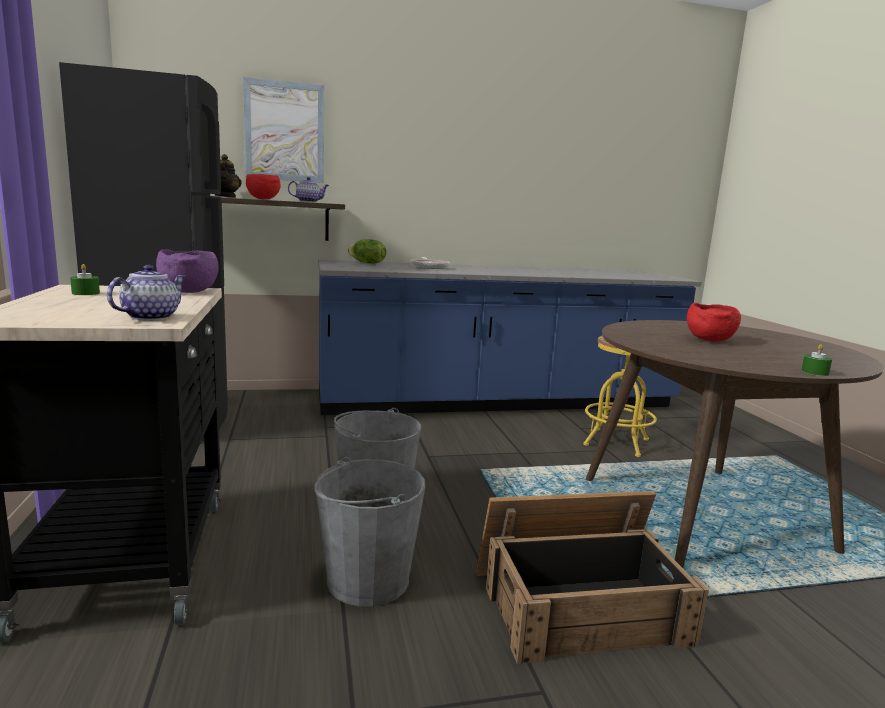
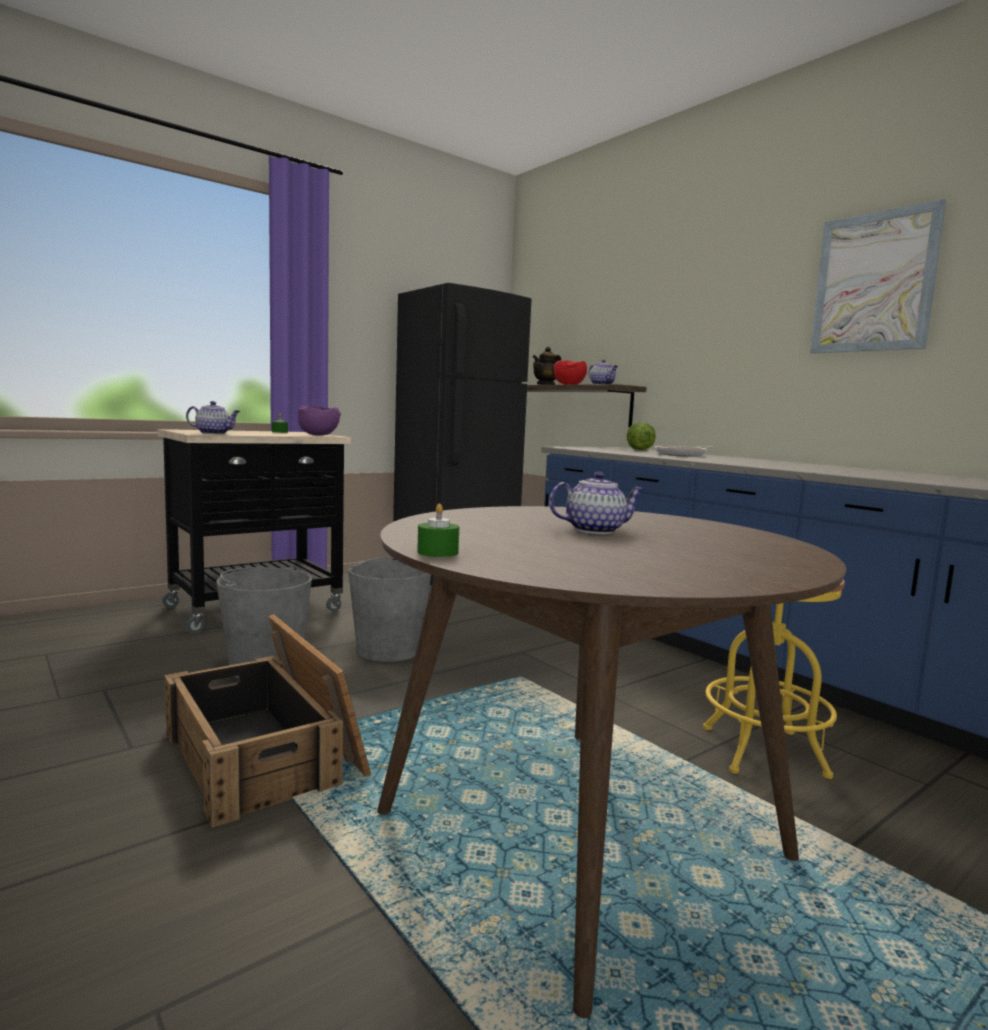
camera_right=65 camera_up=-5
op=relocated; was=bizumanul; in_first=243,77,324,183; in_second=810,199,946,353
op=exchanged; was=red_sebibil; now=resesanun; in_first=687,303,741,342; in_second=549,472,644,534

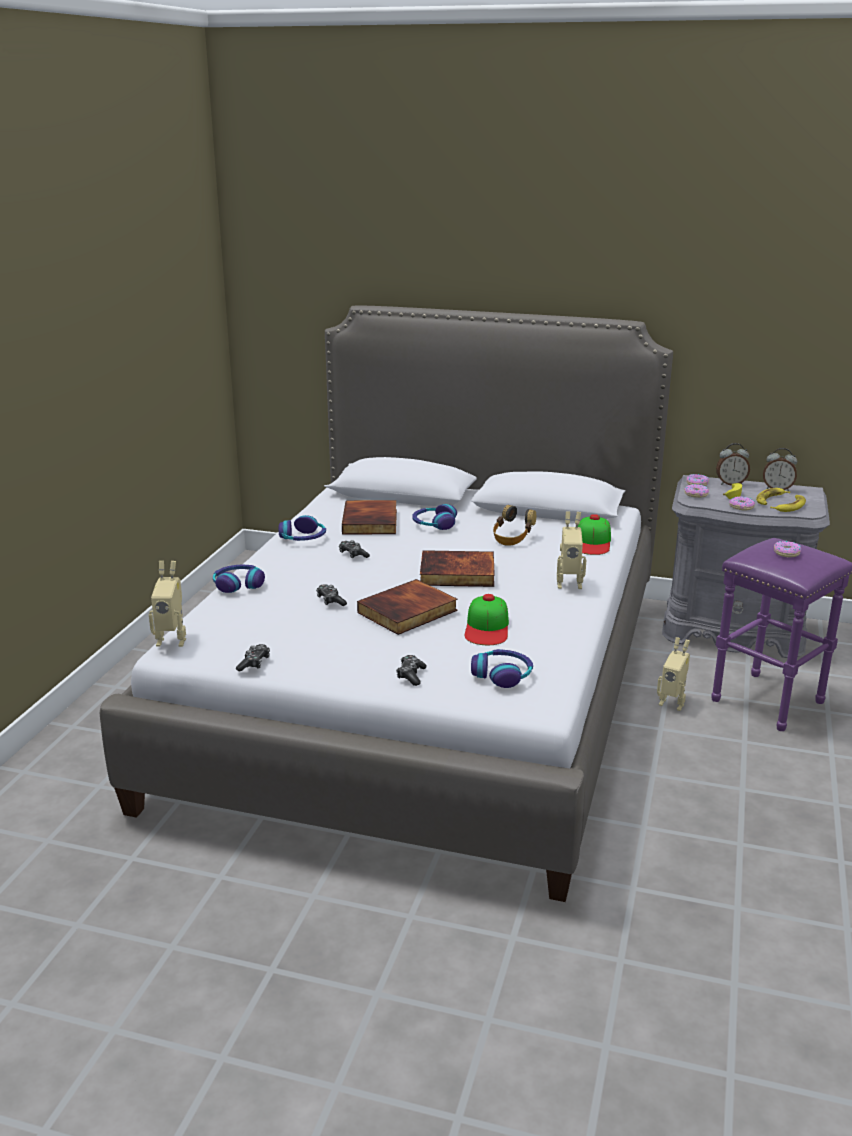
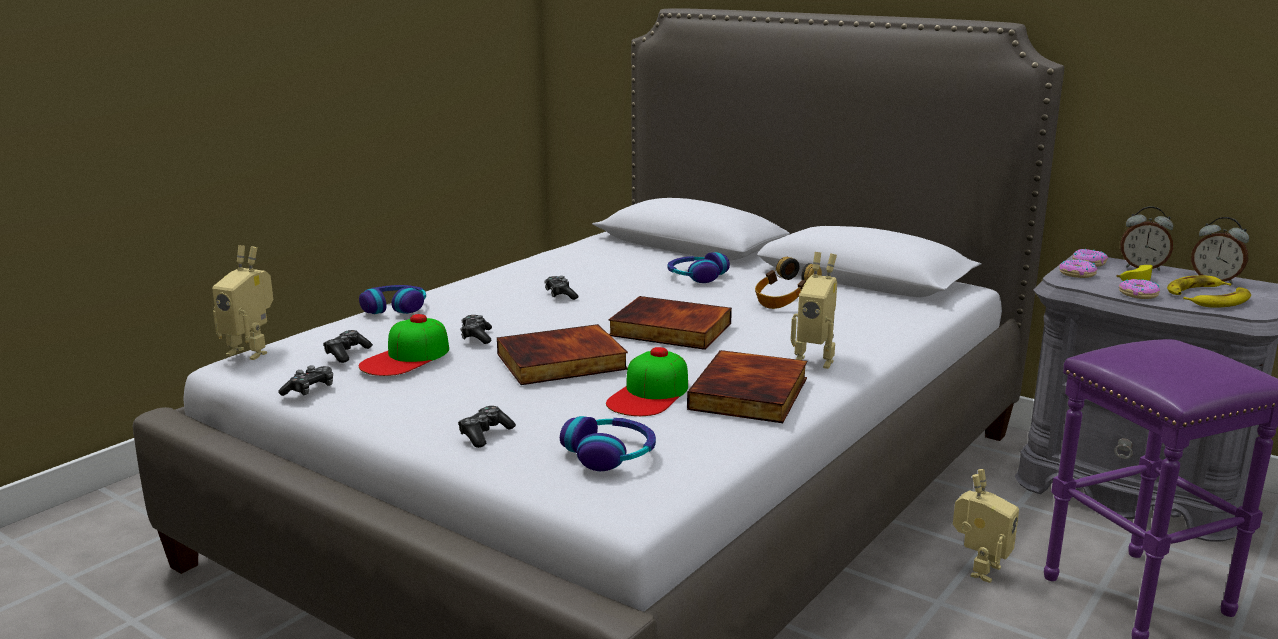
camera_right=20 camera_up=-5
op=missing; was=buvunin; in_first=278,515,326,541
op=missing; was=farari; in_first=774,541,801,557
op=appeared; now=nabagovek; in_second=323,330,373,363
op=relocated; was=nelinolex; in_first=342,500,397,534; in_second=687,350,807,423
op=relocated; was=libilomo; in_first=578,514,611,555; in_second=359,314,449,376
op=spun; was=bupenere; in_first=657,637,690,711; in_second=953,469,1019,583; clockwise=-105

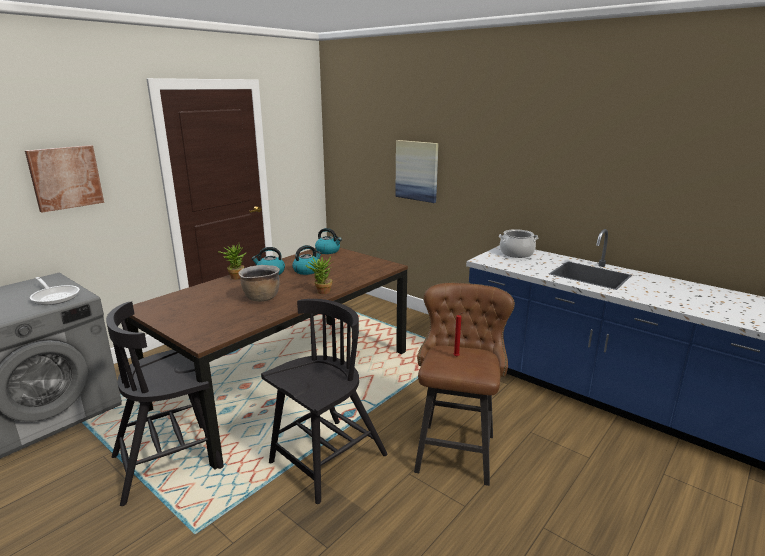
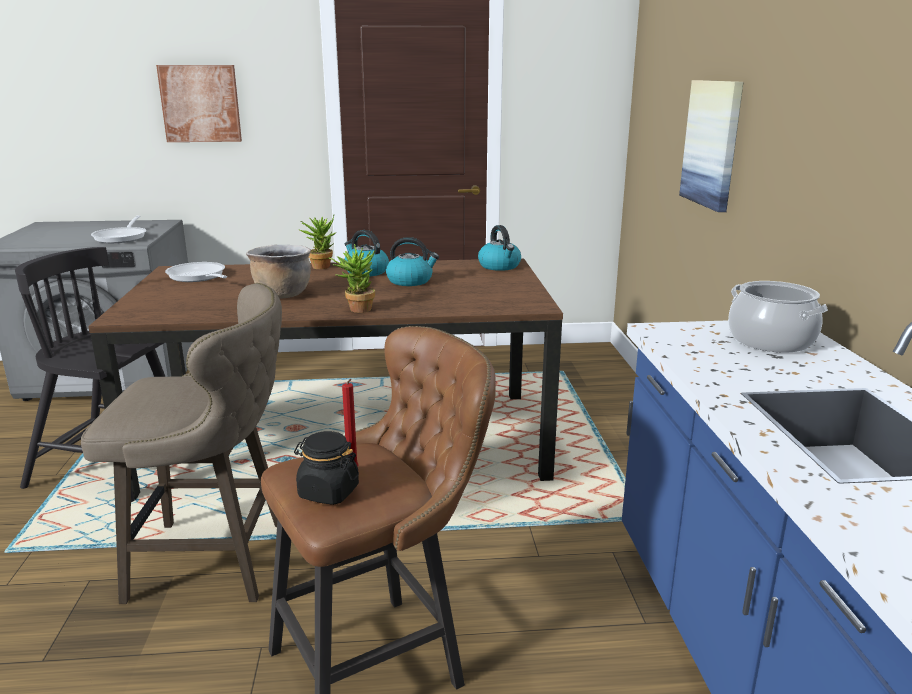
camera_right=45 camera_up=0
op=appeared; now=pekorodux; in_second=165,262,227,282
op=appeared; now=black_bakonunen; in_second=294,431,359,505
op=exchanged; was=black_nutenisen; now=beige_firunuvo; in_first=261,299,388,504; in_second=81,283,282,604

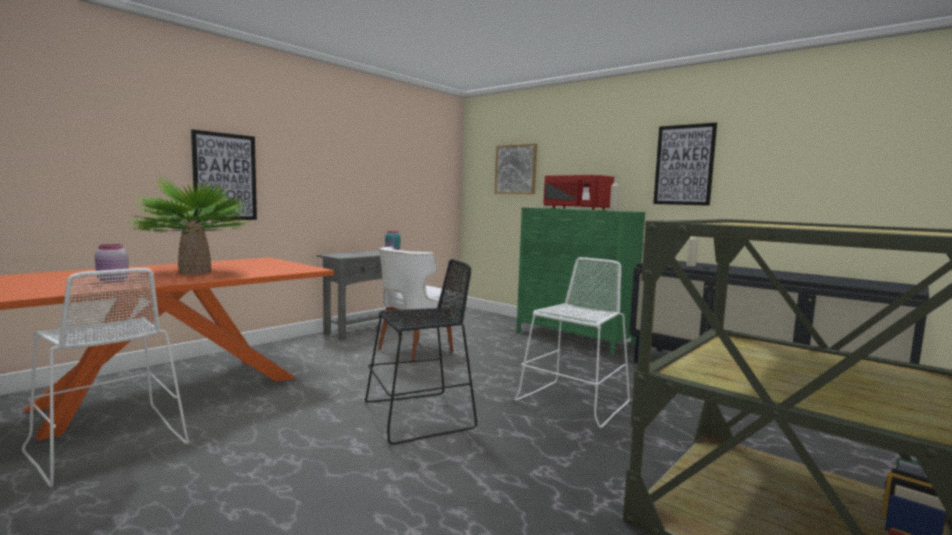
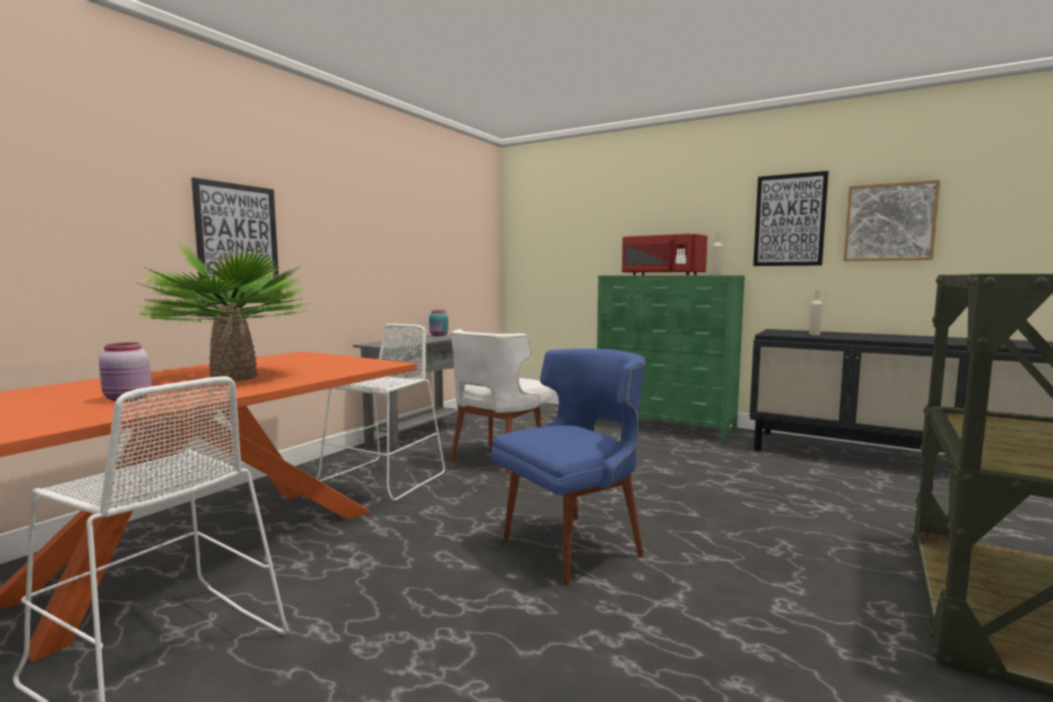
camera_right=-10 camera_up=0
op=relocated; was=bizumanul; in_first=495,144,537,194; in_second=844,180,940,261
op=relocated; was=white_firunuvo; in_first=514,257,630,428; in_second=316,324,445,501
op=exchanged; was=black_firunuvo; now=blue_nutenisen; in_first=365,259,477,445; in_second=491,349,646,585

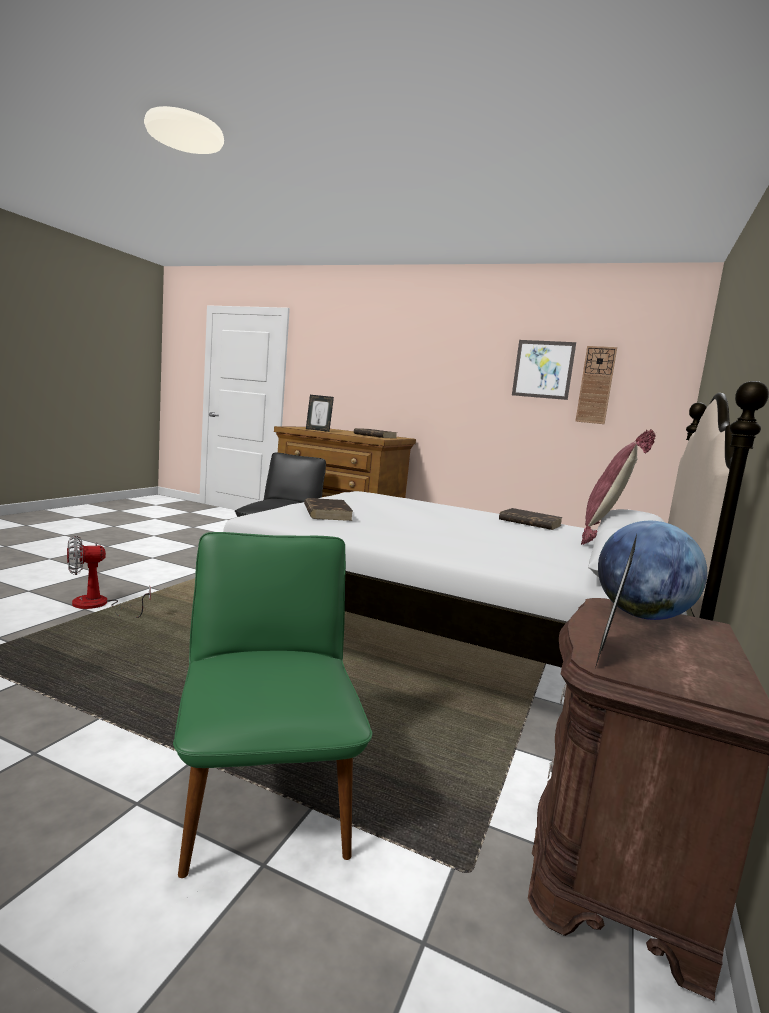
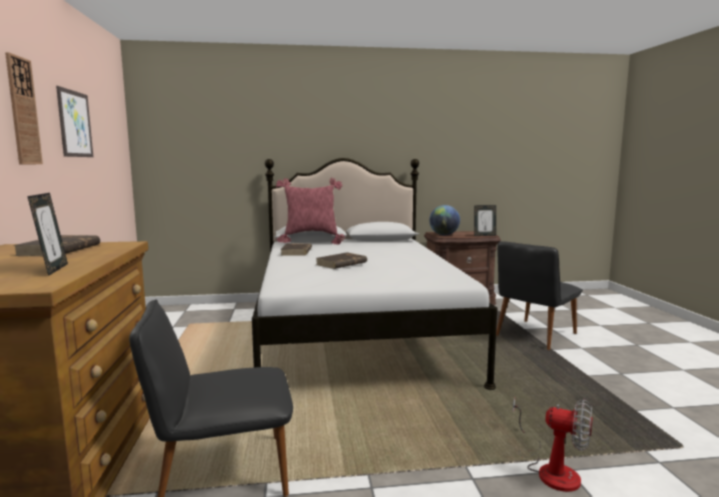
camera_right=-120 camera_up=0
op=relocated; was=brown_nelinolex; in_first=304,498,353,521; in_second=316,253,367,269
op=relocated; was=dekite; in_first=575,346,617,424; in_second=5,52,43,164
op=colour; was=green_nutenisen; now=black_nutenisen; in_first=173,532,372,878; in_second=496,241,583,350

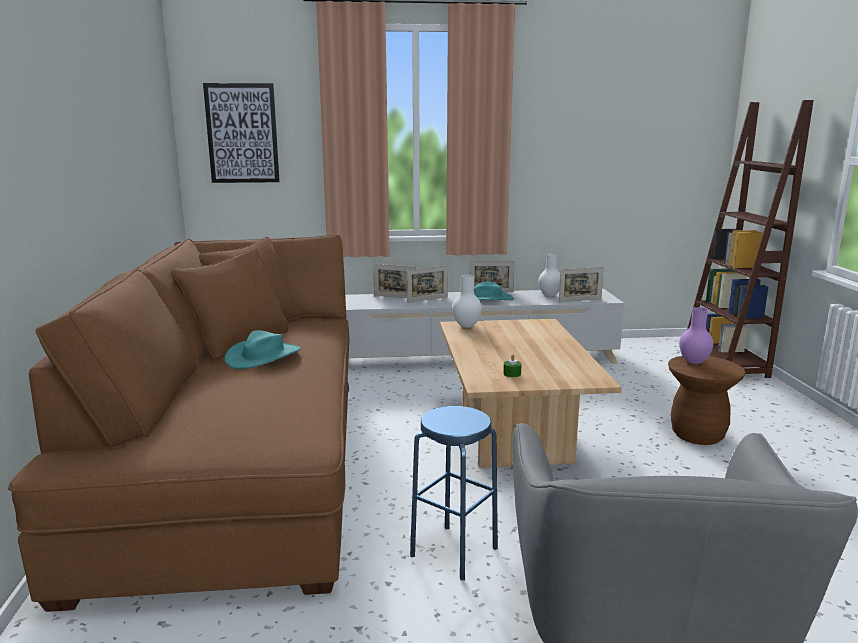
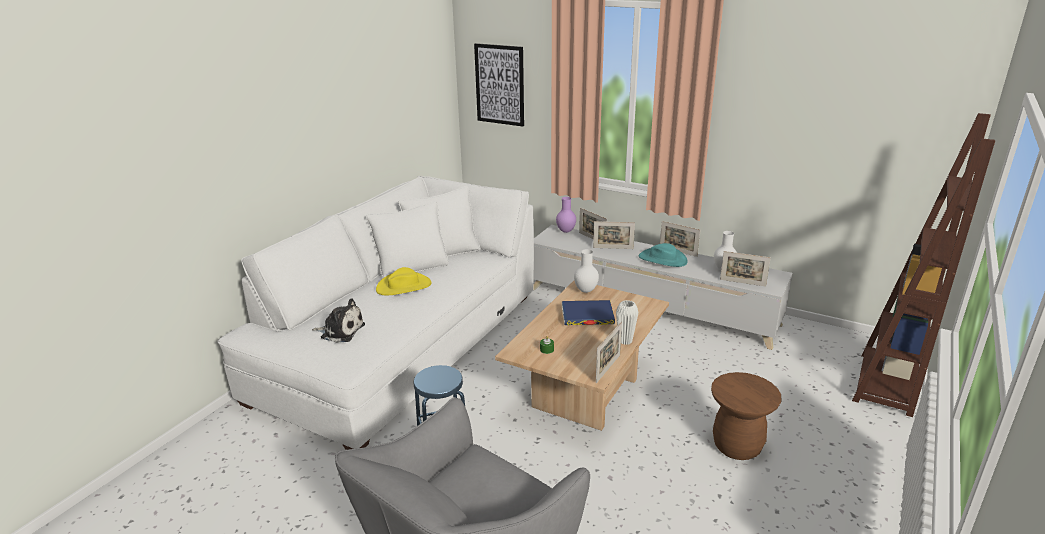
camera_right=35 camera_up=10
op=appeared; now=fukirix; in_second=312,298,365,343
op=appeared; now=blue_nelinolex; in_second=562,300,615,325
op=appeared; now=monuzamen; in_second=596,322,622,383
op=appeared; now=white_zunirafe; in_second=616,300,639,345
op=relocated; was=purple_zunirafe; in_first=679,307,713,364; in_second=556,197,576,233
op=colour; was=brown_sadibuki; now=white_sadibuki; in_first=8,235,349,612; in_second=217,176,534,450
op=colour; was=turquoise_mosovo; now=yellow_mosovo; in_first=224,330,301,369; in_second=376,267,432,295

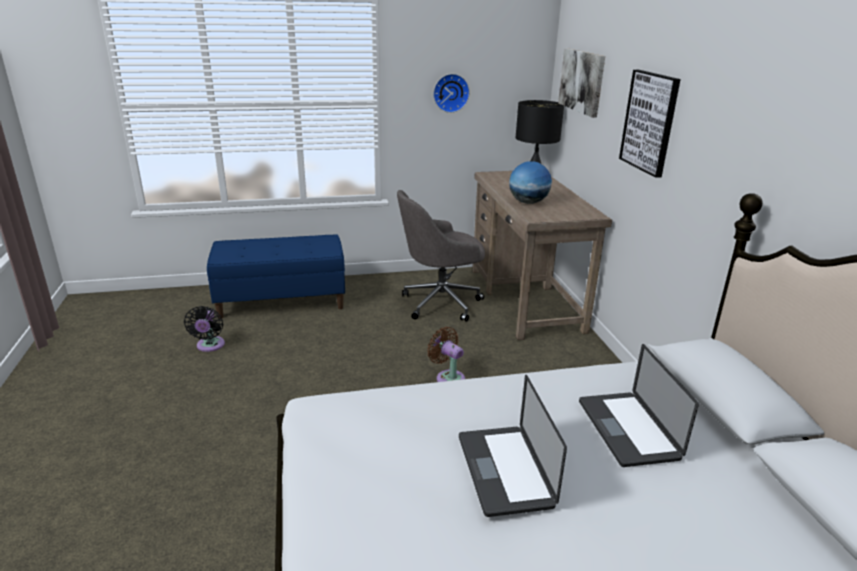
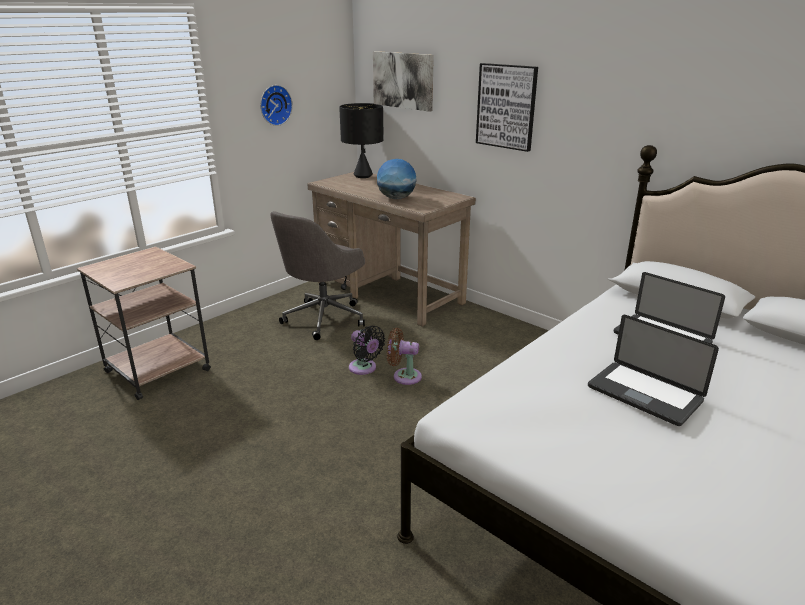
camera_right=-35 camera_up=0
op=relocated; was=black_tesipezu; in_first=184,306,225,352; in_second=349,326,385,375
op=exchanged; was=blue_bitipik; now=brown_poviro; in_first=207,235,345,319; in_second=77,247,211,400

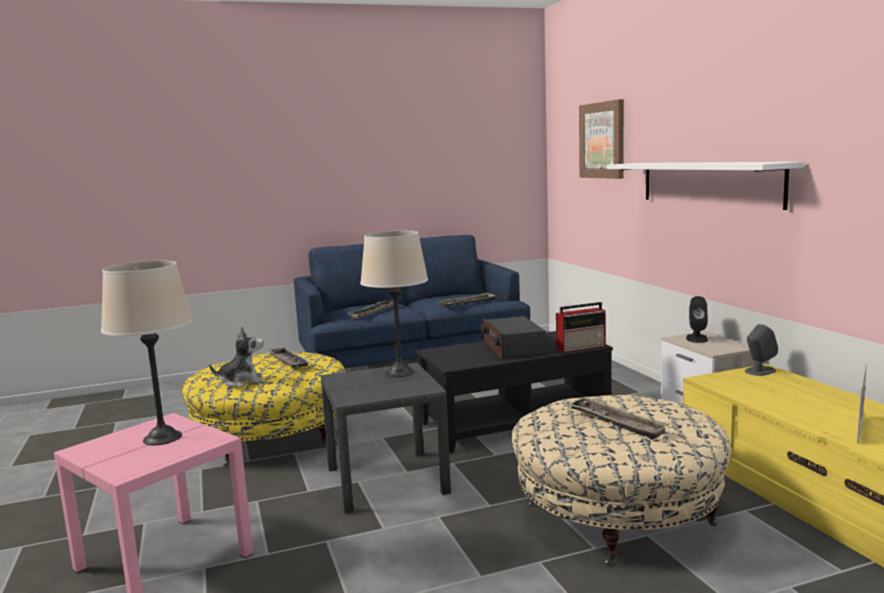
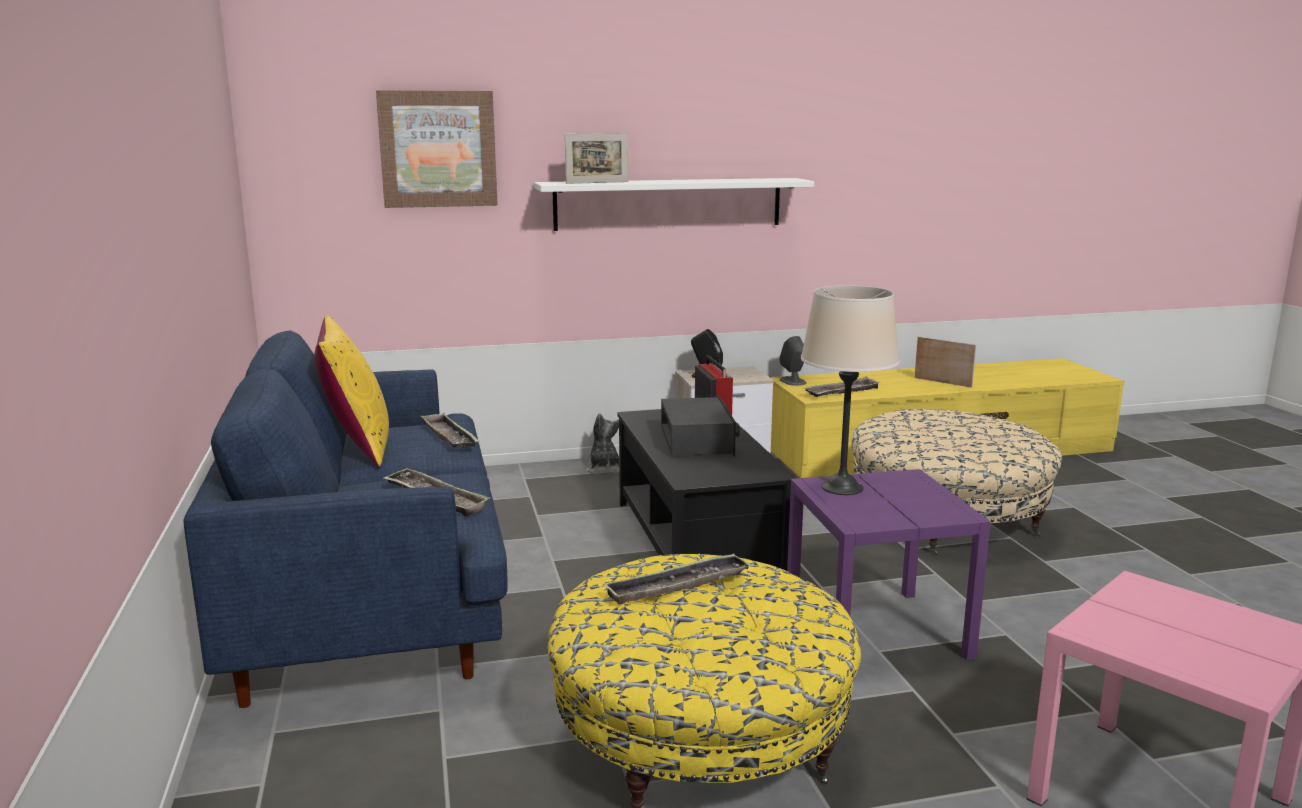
camera_right=-85 camera_up=5
op=missing; was=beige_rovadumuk; in_first=101,261,193,445
op=appeared; now=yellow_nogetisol; in_second=314,316,389,467
op=appeared; now=monuzamen; in_second=565,133,628,184
op=relocated; was=fukirix; in_first=209,326,264,387; in_second=586,413,619,475
op=relocated; was=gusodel; in_first=568,397,669,440; in_second=804,377,881,397
op=colour; was=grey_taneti; now=purple_taneti; in_first=321,363,451,514; in_second=787,469,991,661
op=spun; was=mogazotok; in_first=481,316,546,359; in_second=661,395,740,456; clockwise=-90

